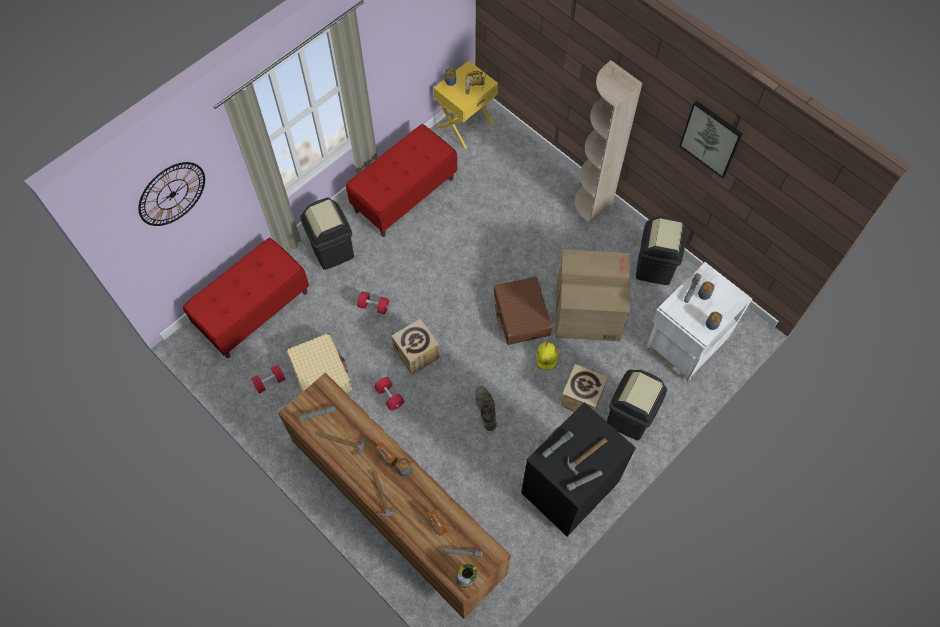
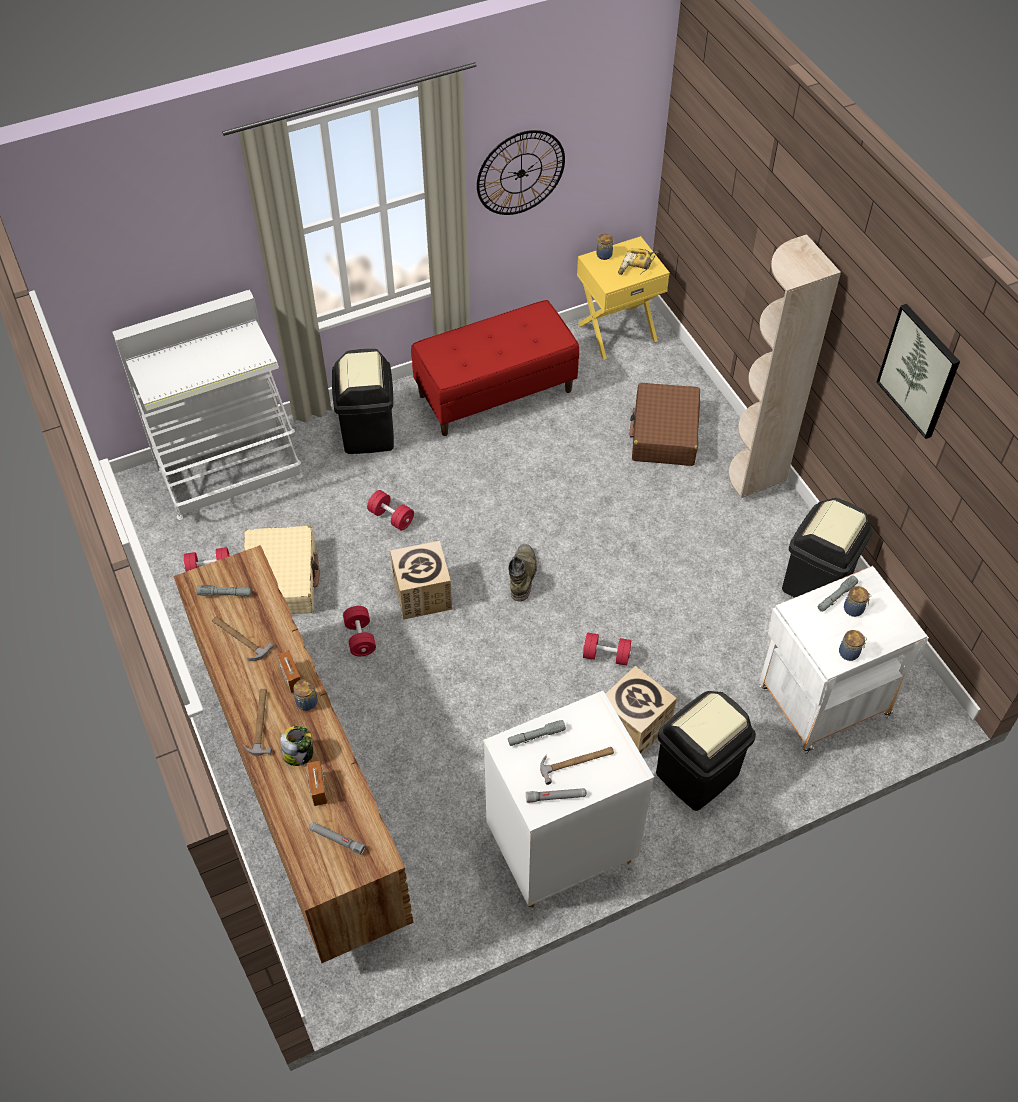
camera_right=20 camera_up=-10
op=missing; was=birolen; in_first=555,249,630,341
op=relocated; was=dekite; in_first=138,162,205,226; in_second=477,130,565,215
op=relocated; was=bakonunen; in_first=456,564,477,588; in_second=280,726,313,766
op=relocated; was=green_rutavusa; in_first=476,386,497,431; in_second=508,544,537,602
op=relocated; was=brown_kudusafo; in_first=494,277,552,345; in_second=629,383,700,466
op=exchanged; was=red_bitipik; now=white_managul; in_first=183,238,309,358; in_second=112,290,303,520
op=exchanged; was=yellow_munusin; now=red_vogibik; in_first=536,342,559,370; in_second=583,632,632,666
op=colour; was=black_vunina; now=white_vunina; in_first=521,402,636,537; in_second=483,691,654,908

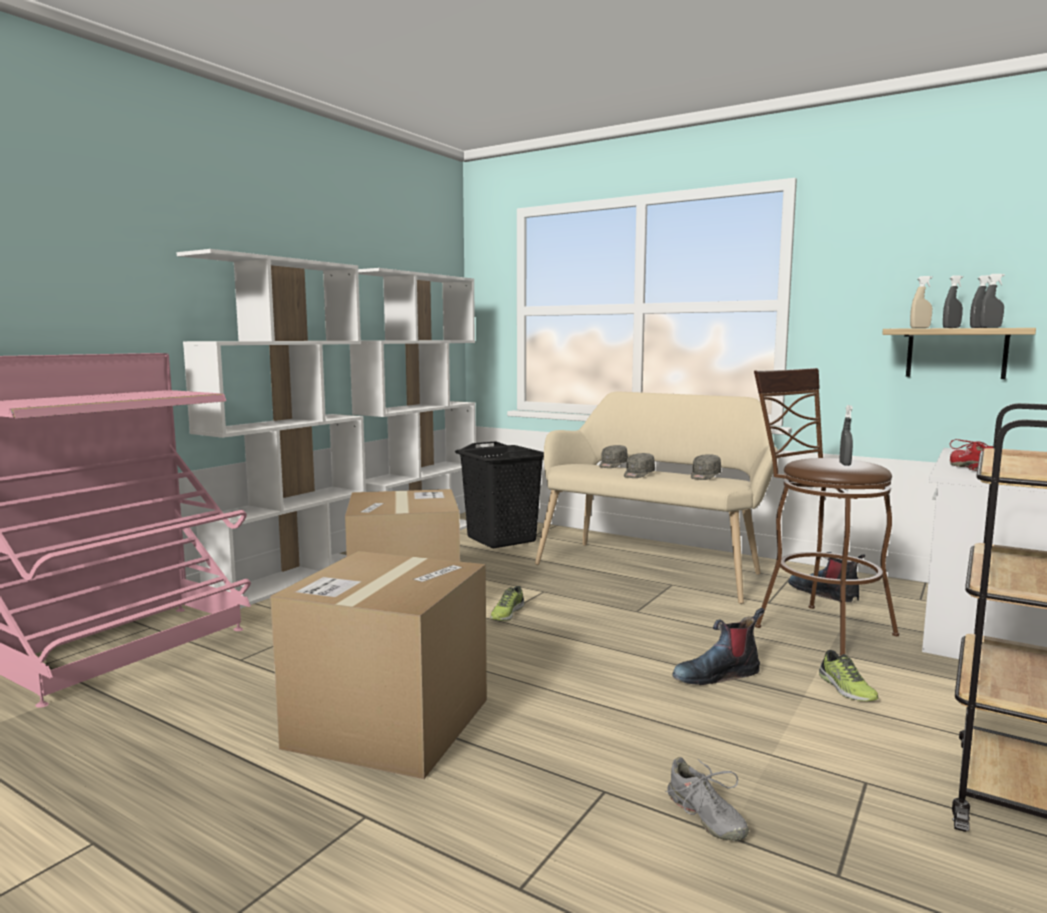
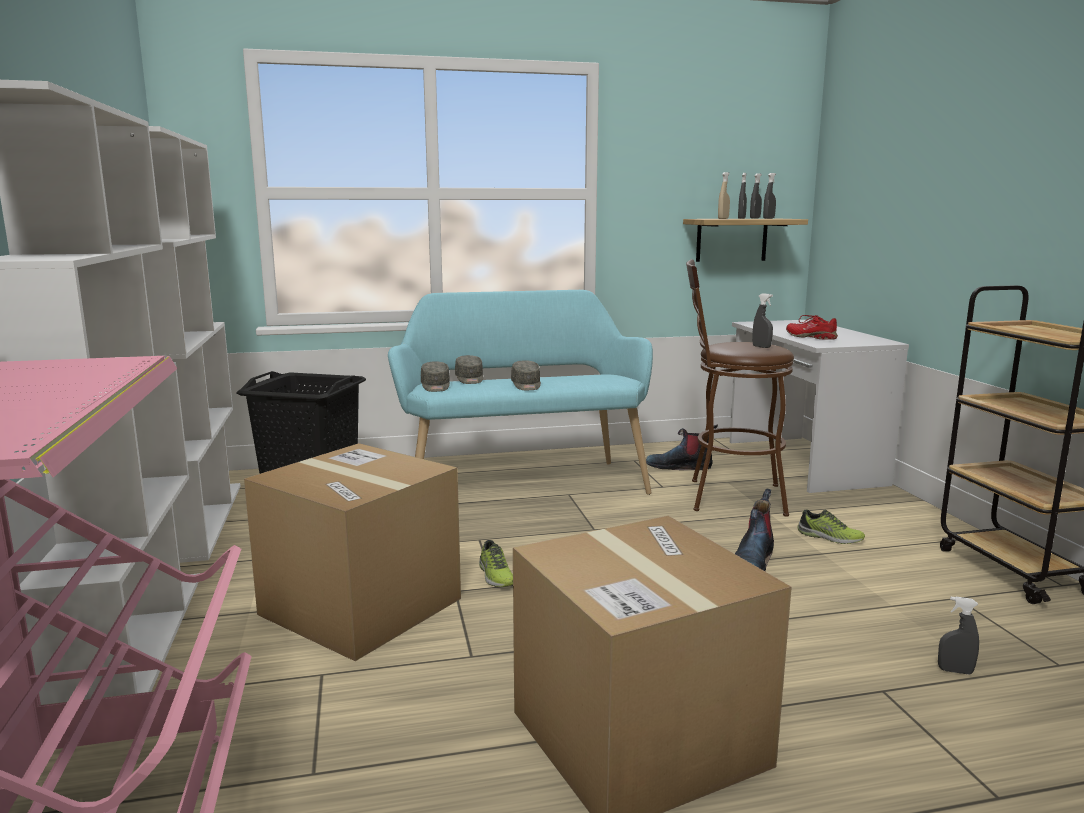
camera_right=-45 camera_up=5
op=relocated; was=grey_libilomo; in_first=691,454,721,480; in_second=421,361,450,392
op=exchanged; was=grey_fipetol; now=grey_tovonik; in_first=665,757,749,841; in_second=938,597,979,675
op=colour; was=beige_bitipik; now=turquoise_bitipik; in_first=535,392,778,604; in_second=388,290,653,495

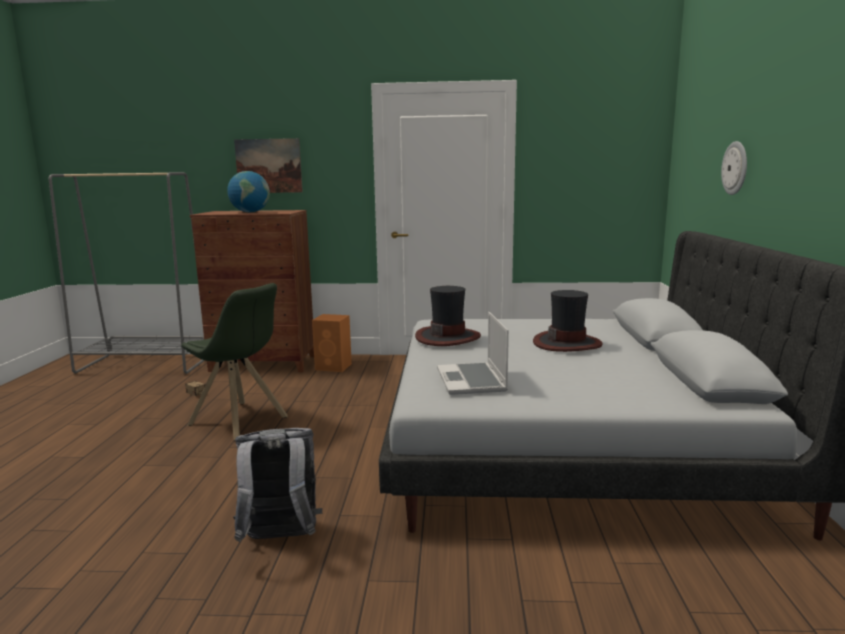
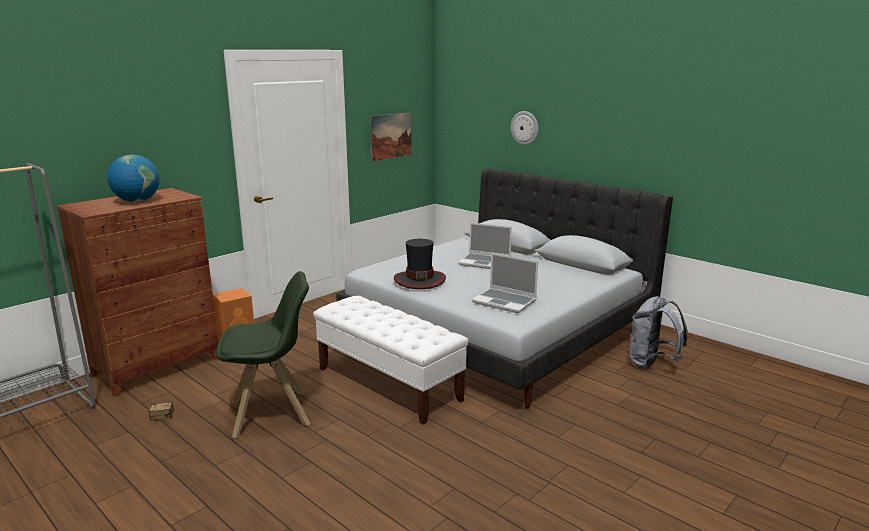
camera_right=-50 camera_up=5
op=appeared; now=white_bitipik; in_second=313,296,469,425
op=relocated; was=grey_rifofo; in_first=233,428,322,542; in_second=630,296,688,369
op=relocated; was=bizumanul; in_first=234,138,303,193; in_second=370,112,412,161
op=exchanged; was=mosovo; now=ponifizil; in_first=533,290,603,352; in_second=458,223,512,269

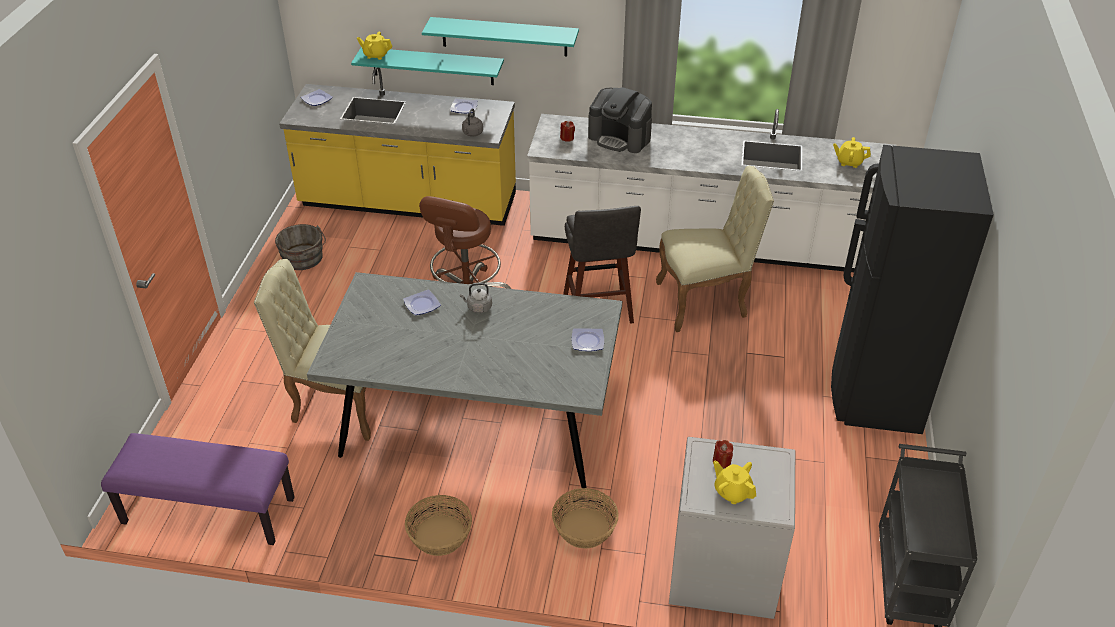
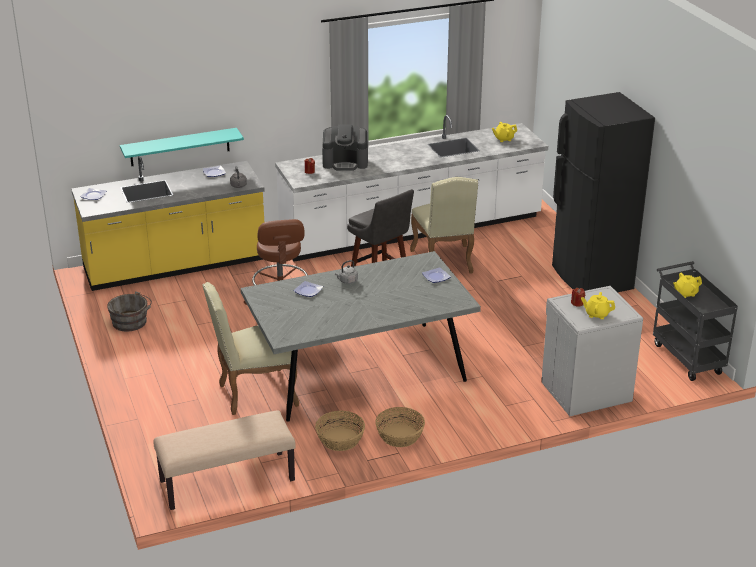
camera_right=-30 camera_up=-10
op=missing; was=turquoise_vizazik; in_first=422,17,579,56
op=relocated; was=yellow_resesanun; in_first=357,31,393,60; in_second=673,273,702,298
op=relocated; was=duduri; in_first=552,488,618,549; in_second=315,411,365,451
op=colour; was=purple_bitipik; now=beige_bitipik; in_first=101,433,295,545; in_second=153,410,296,510
op=spun; was=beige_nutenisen; in_first=656,166,774,332; in_second=410,177,478,274; clockwise=120

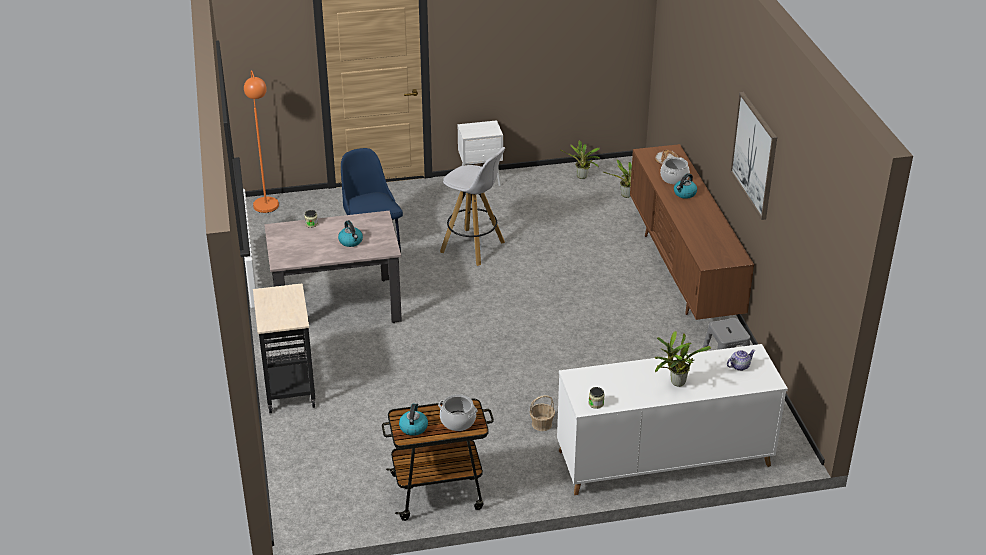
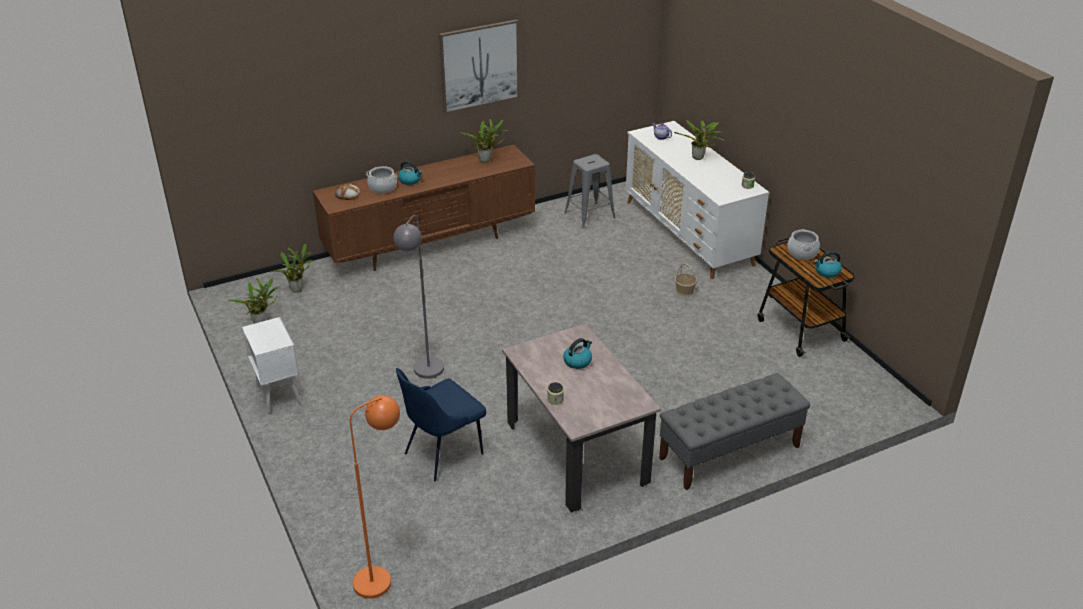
camera_right=-105 camera_up=0
op=appeared; now=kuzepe; in_second=460,119,508,163
op=exchanged; was=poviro; now=grey_bitipik; in_first=253,283,316,413; in_second=659,373,810,490
op=exchanged; was=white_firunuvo; now=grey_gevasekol; in_first=440,147,505,266; in_second=394,215,444,379

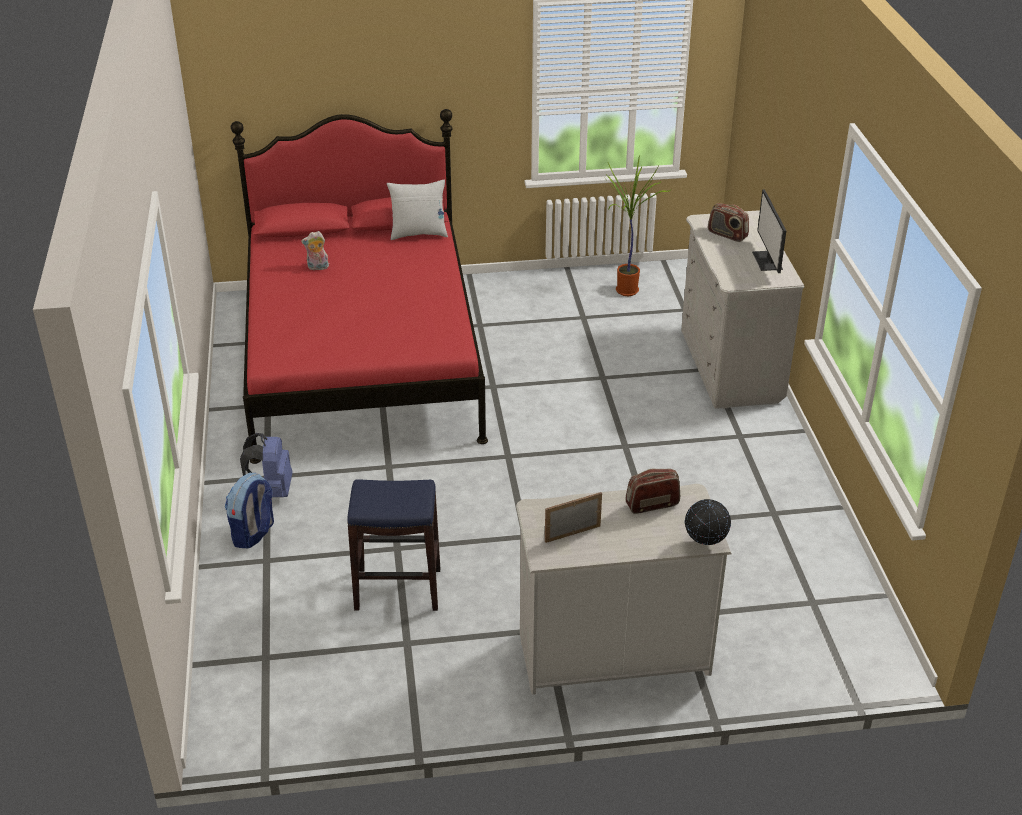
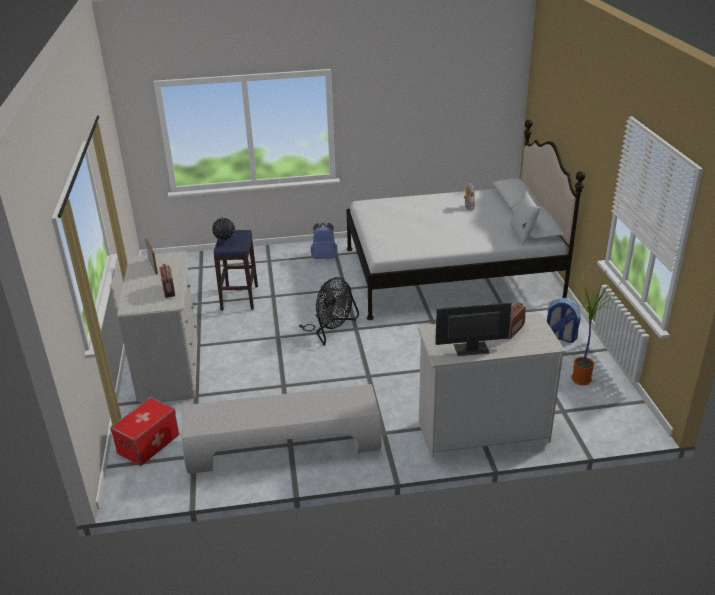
camera_right=90 camera_up=-5
op=appeared; now=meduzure; in_second=110,397,179,466
op=appeared; now=grey_bitipik; in_second=182,384,382,474
op=appeared; now=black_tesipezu; in_second=299,277,359,346
op=relocated; was=rifofo; in_first=225,473,274,548; in_second=547,298,581,343
op=relocated; was=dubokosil; in_first=685,499,731,545; in_second=212,216,235,240
op=colour; was=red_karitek; now=white_karitek; in_first=231,109,488,464; in_second=346,120,585,320

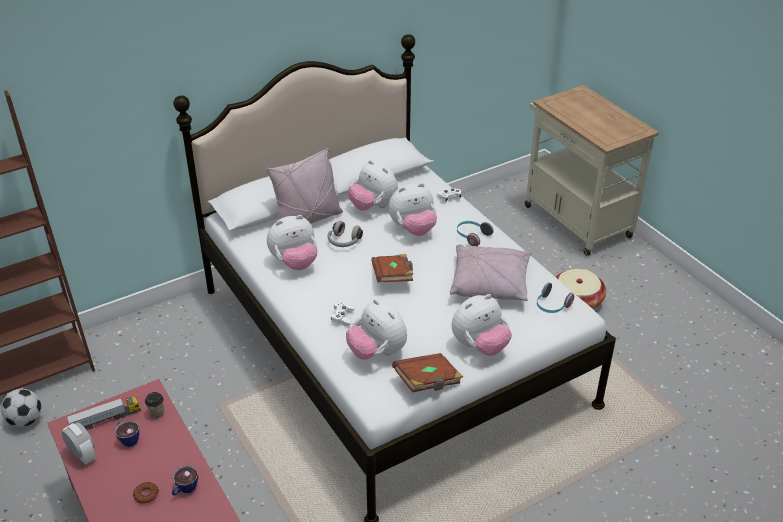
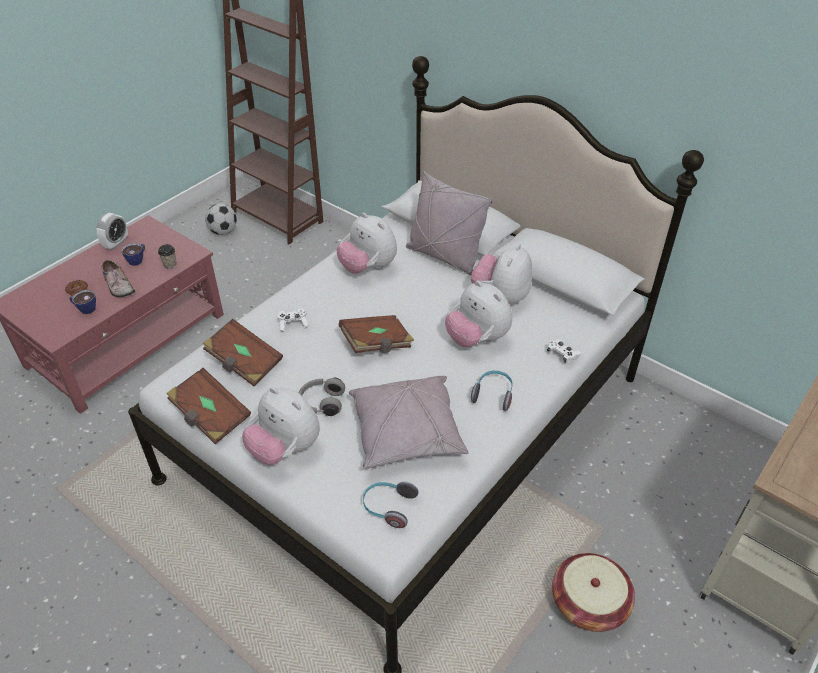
camera_right=70 camera_up=5
op=missing; was=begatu; in_first=67,397,141,430
op=appeared; now=fipetol; in_second=102,260,135,297
op=relocated; was=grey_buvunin; in_first=328,221,363,247; in_second=299,378,345,416
op=exchanged; was=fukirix; now=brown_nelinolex; in_first=346,299,407,360; in_second=203,319,283,386

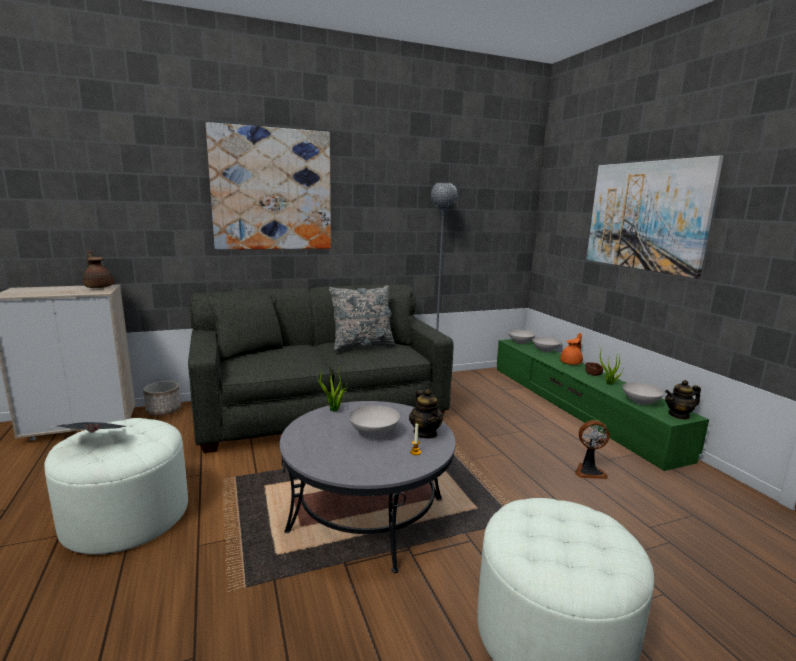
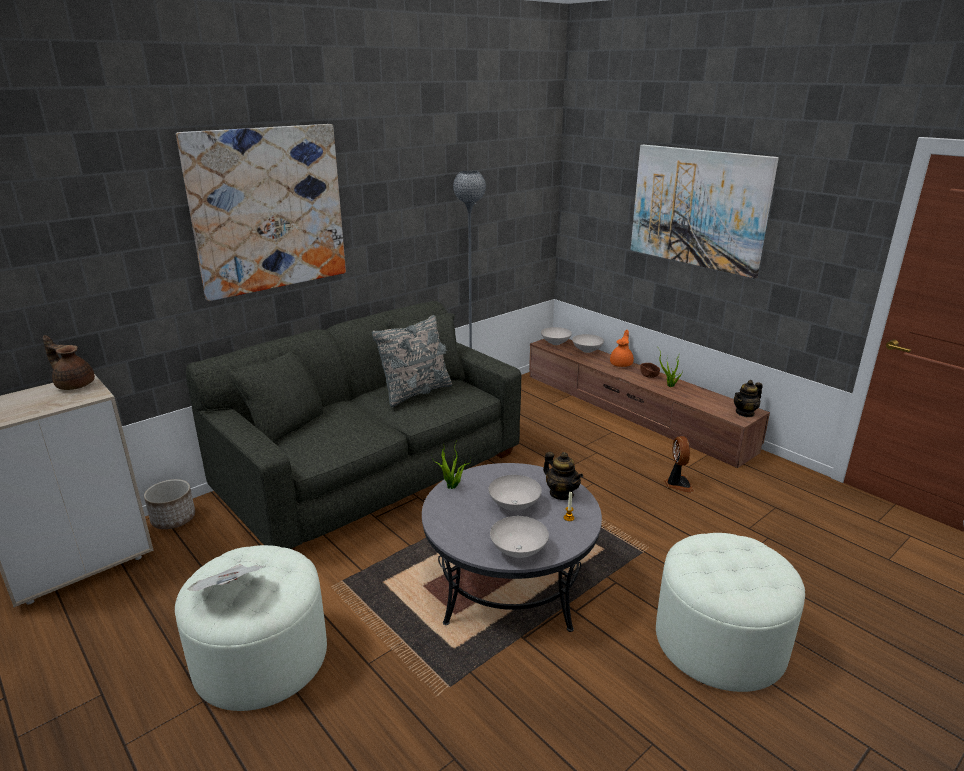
camera_right=-20 camera_up=10
op=relocated; was=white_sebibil; in_first=622,382,665,405; in_second=490,516,549,558
op=colour; was=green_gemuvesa; now=brown_gemuvesa; in_first=497,339,709,471; in_second=529,339,770,468
op=spun; was=tesipezu; in_first=576,420,610,479; in_second=664,436,694,493; clockwise=-75

